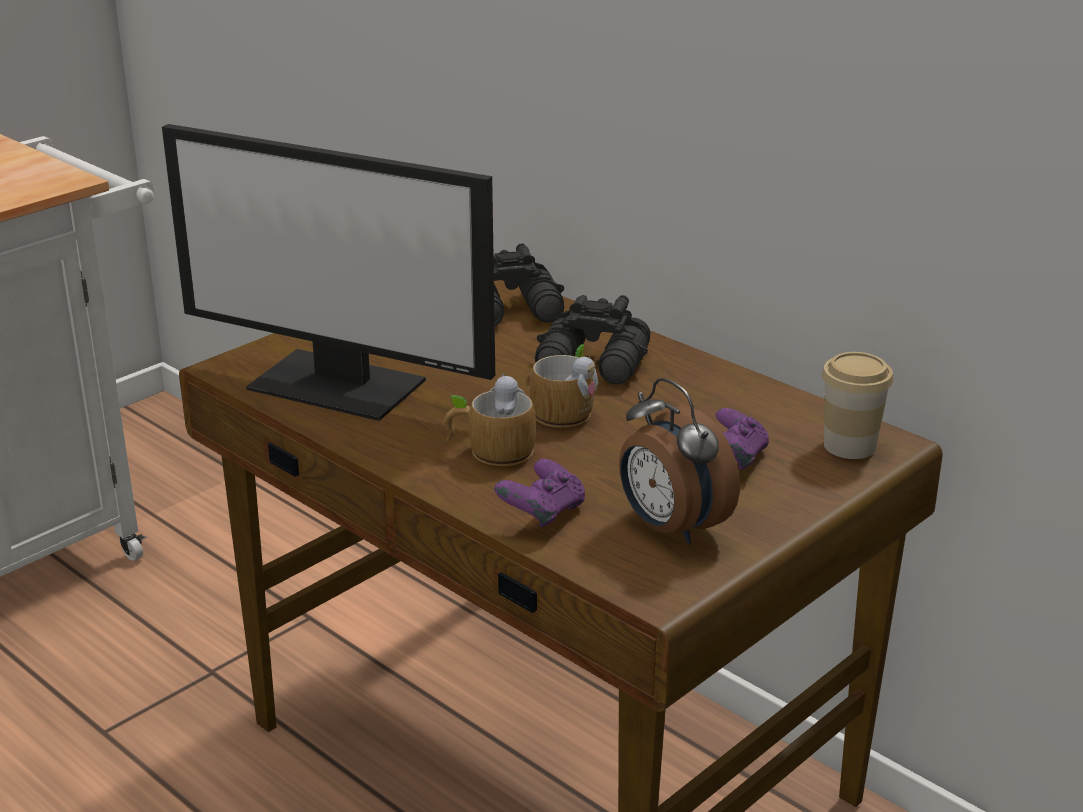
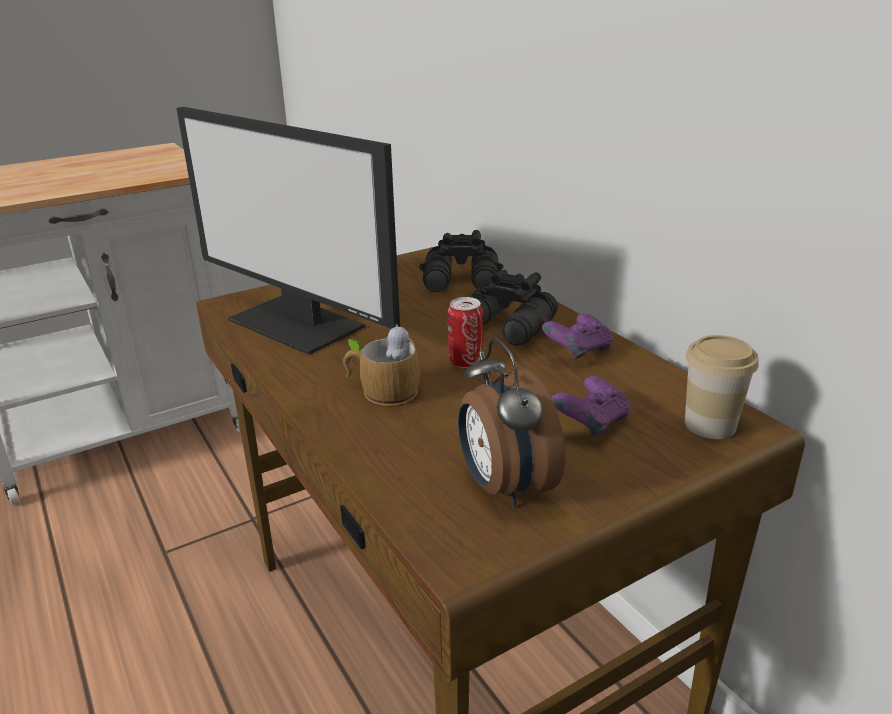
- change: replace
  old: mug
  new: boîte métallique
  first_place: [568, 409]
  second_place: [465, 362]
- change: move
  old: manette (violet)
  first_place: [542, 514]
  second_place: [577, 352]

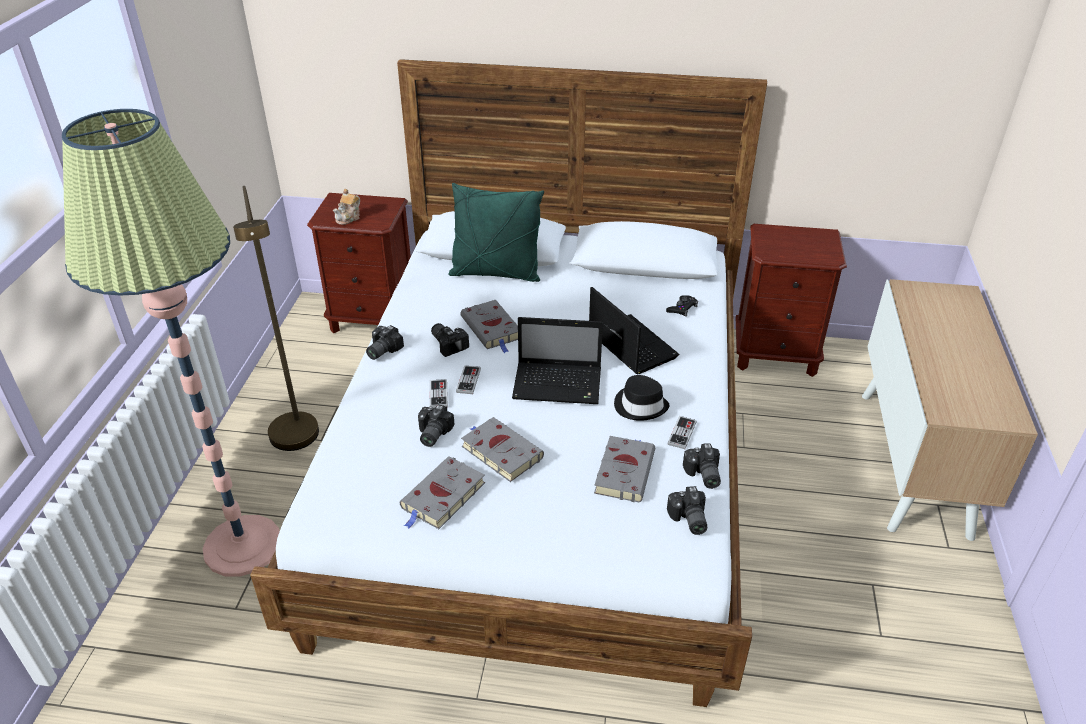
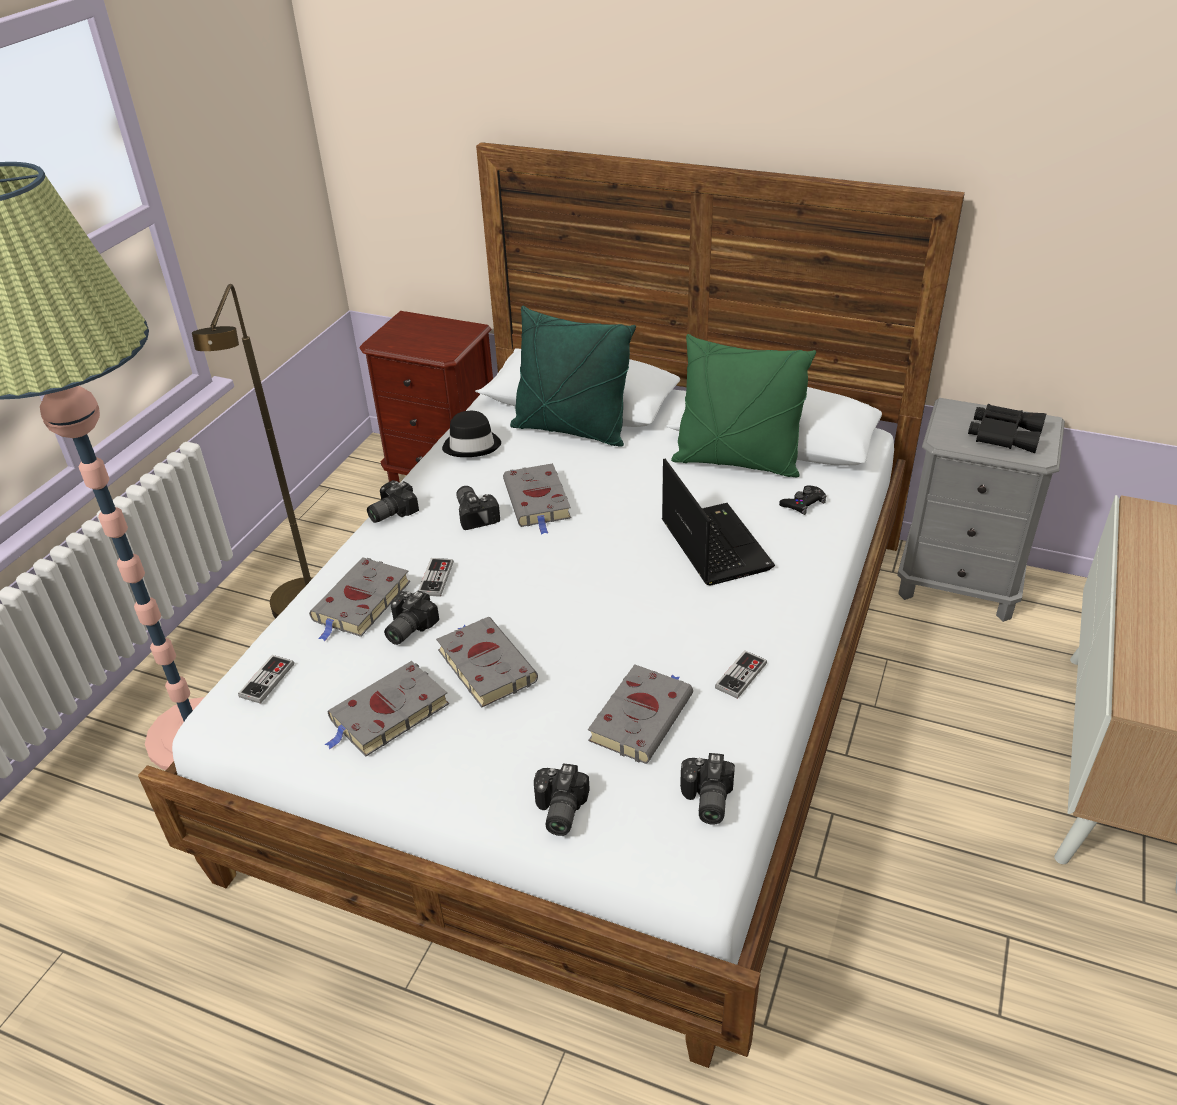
- change: delete
  old: théière
  first_place: [349, 218]
- change: recolor
  old: table de chevet (marron)
  new: table de chevet (gris)
  first_place: [775, 355]
  second_place: [958, 585]
- change: delete
  old: ordinateur portable
  first_place: [559, 384]
- change: move
  old: manette
  first_place: [468, 381]
  second_place: [267, 680]
- change: move
  old: chapeau (noir)
  first_place: [640, 406]
  second_place: [472, 445]
- change: move
  old: appareil photo
  first_place: [702, 475]
  second_place: [557, 811]
- change: insert
  new: coussin (vert)
  second_place: [737, 462]
- change: insert
  new: jumelles (noir)
  second_place: [1003, 434]
- change: insert
  new: livre (gris)
  second_place: [360, 603]

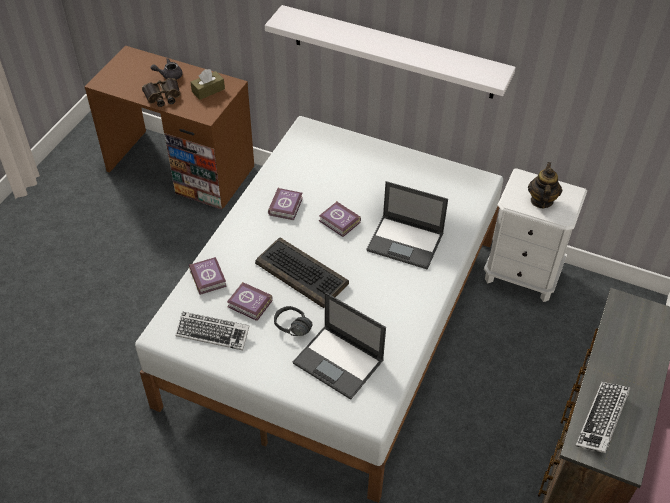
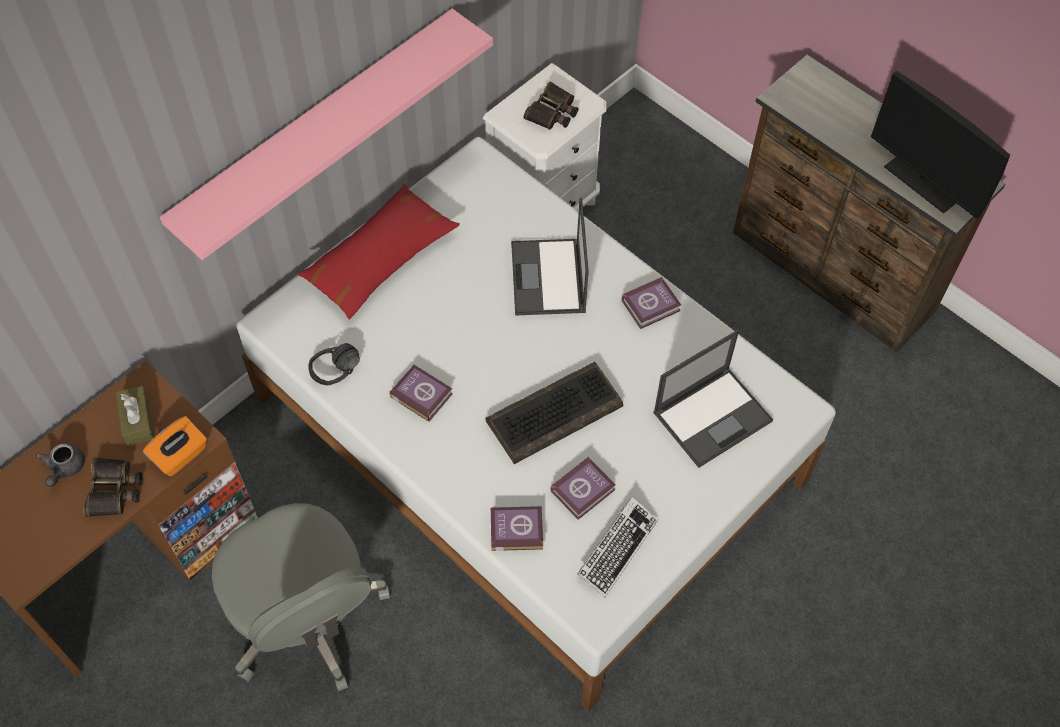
- change: recolor
  old: étagère (blanc)
  new: étagère (rose)
  first_place: [393, 52]
  second_place: [318, 129]
- change: replace
  old: théière
  new: jumelles
  first_place: [541, 201]
  second_place: [553, 112]
- change: rotate
  old: ordinateur portable
  first_place: [406, 242]
  second_place: [548, 279]
  degrees: 135
- change: move
  old: livre
  first_place: [339, 222]
  second_place: [652, 306]
- change: move
  old: casque audio (noir)
  first_place: [289, 330]
  second_place: [340, 375]
- change: replace
  old: clavier
  new: écran d'ordinateur
  first_place: [602, 420]
  second_place: [924, 180]
- change: insert
  new: coussin (rouge)
  second_place: [380, 260]
- change: insert
  new: boîte à mouchoirs (orange)
  second_place: [180, 456]
- change: insert
  new: chaise de bureau (gris)
  second_place: [306, 618]

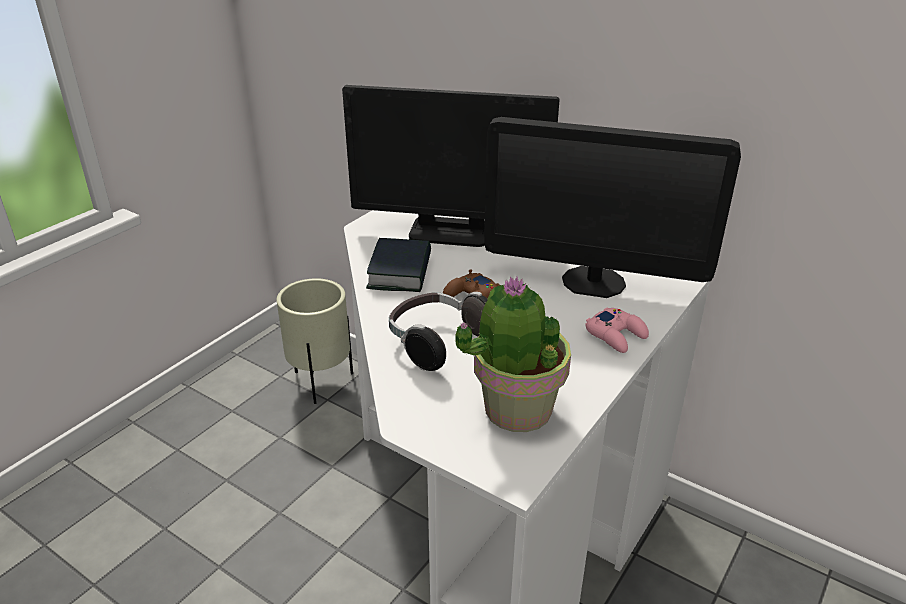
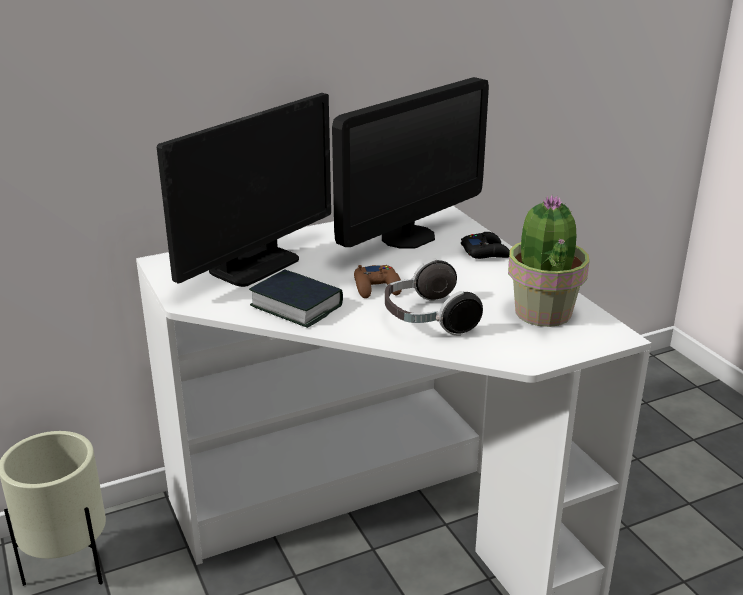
- change: recolor
  old: manette (rose)
  new: manette (noir)
  first_place: [616, 335]
  second_place: [485, 252]

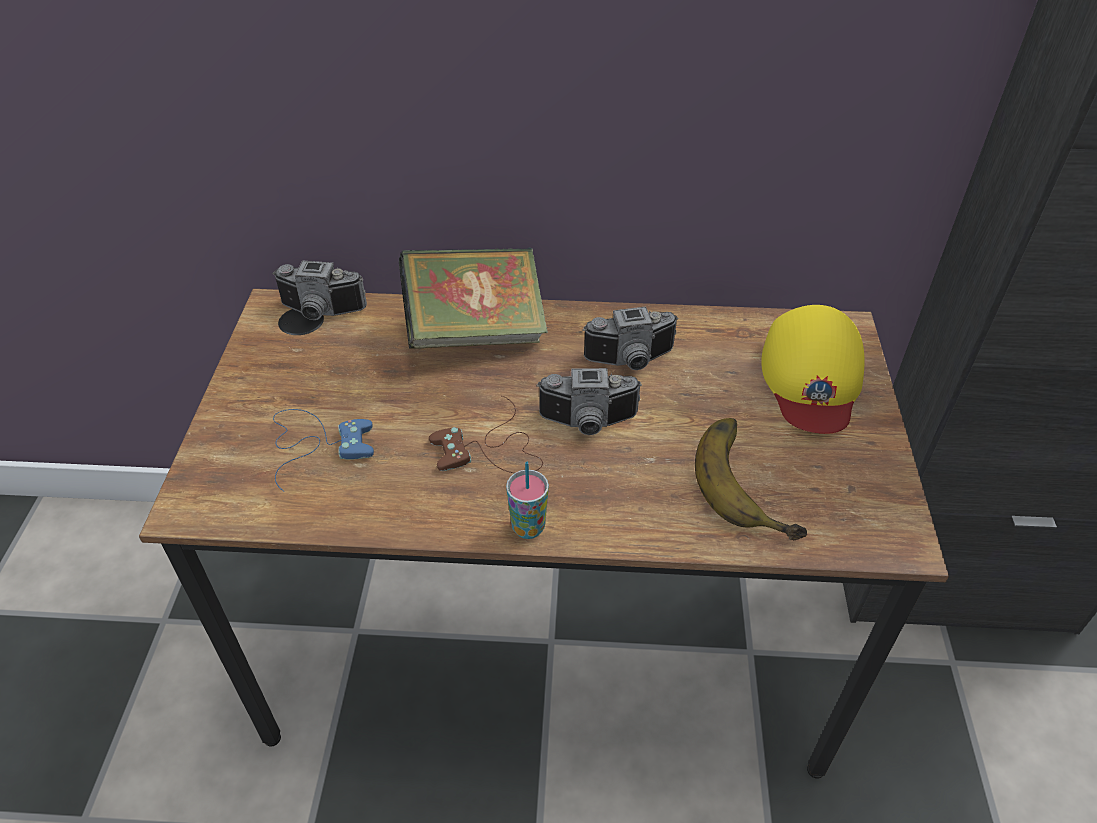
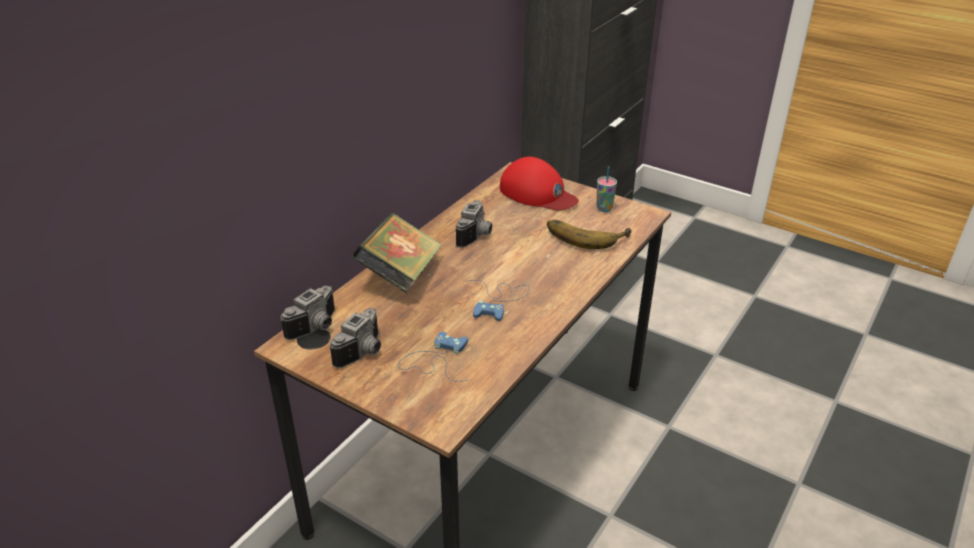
- change: recolor
  old: casquette (jaune)
  new: casquette (rouge)
  first_place: [811, 377]
  second_place: [537, 193]
- change: move
  old: appareil photo
  first_place: [588, 424]
  second_place: [364, 352]
- change: recolor
  old: manette (marron)
  new: manette (bleu)
  first_place: [491, 449]
  second_place: [498, 300]
- change: move
  old: tasse
  first_place: [528, 528]
  second_place: [604, 208]

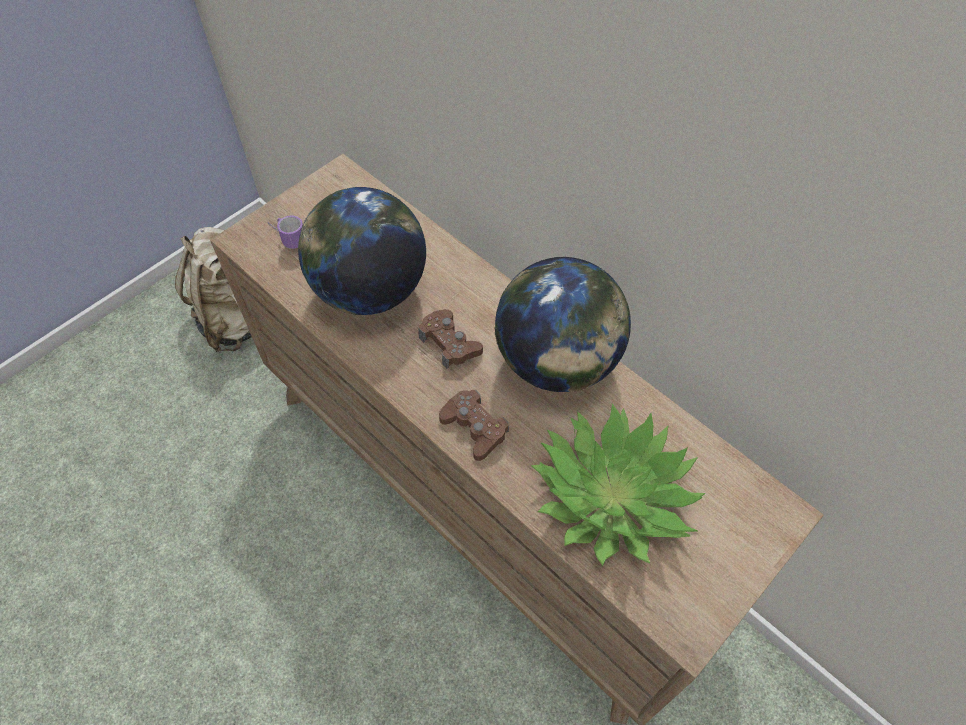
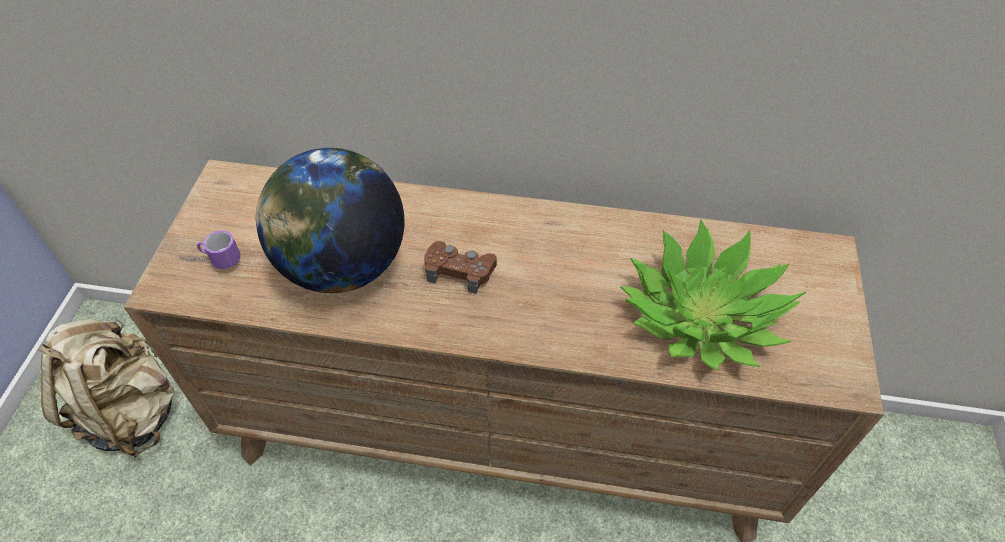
- change: delete
  old: globe
  first_place: [557, 362]
- change: delete
  old: manette (marron)
  first_place: [474, 428]

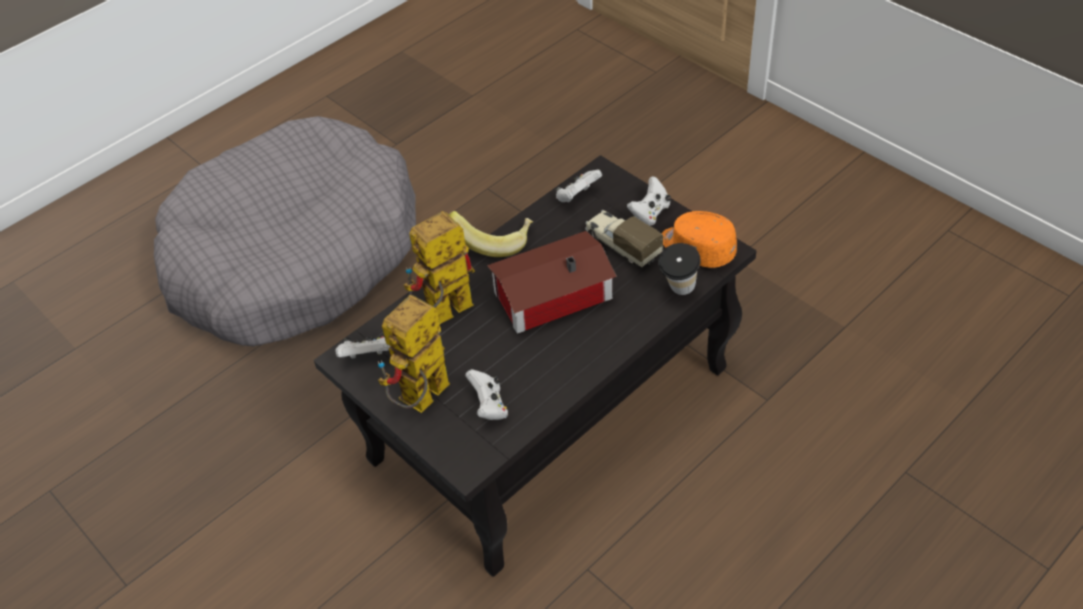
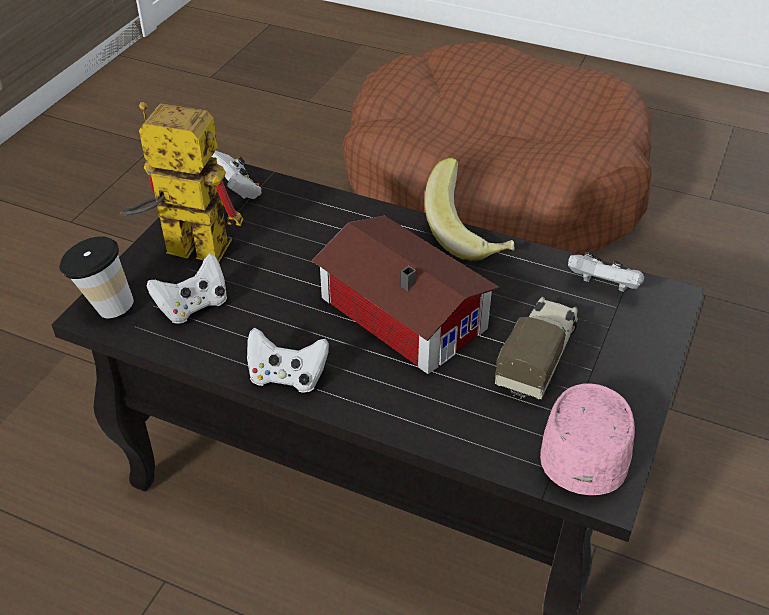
- change: recolor
  old: panier pour chien (gris)
  new: panier pour chien (marron)
  first_place: [294, 256]
  second_place: [493, 183]
- change: move
  old: manette (blanc)
  first_place: [650, 213]
  second_place: [287, 377]
- change: delete
  old: robot jouet
  first_place: [442, 315]
- change: recolor
  old: casquette (orange)
  new: casquette (rose)
  first_place: [697, 248]
  second_place: [585, 447]
- change: move
  old: tasse
  first_place: [678, 291]
  second_place: [105, 307]

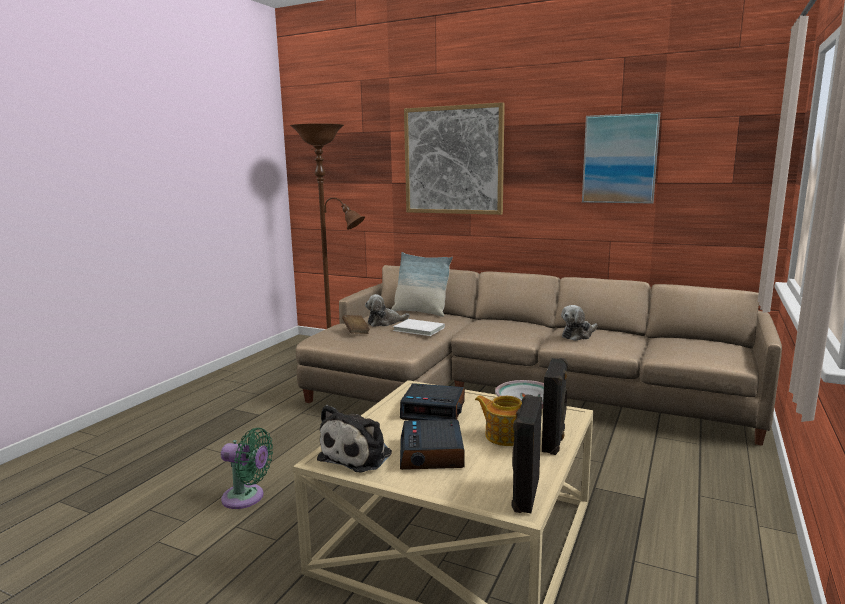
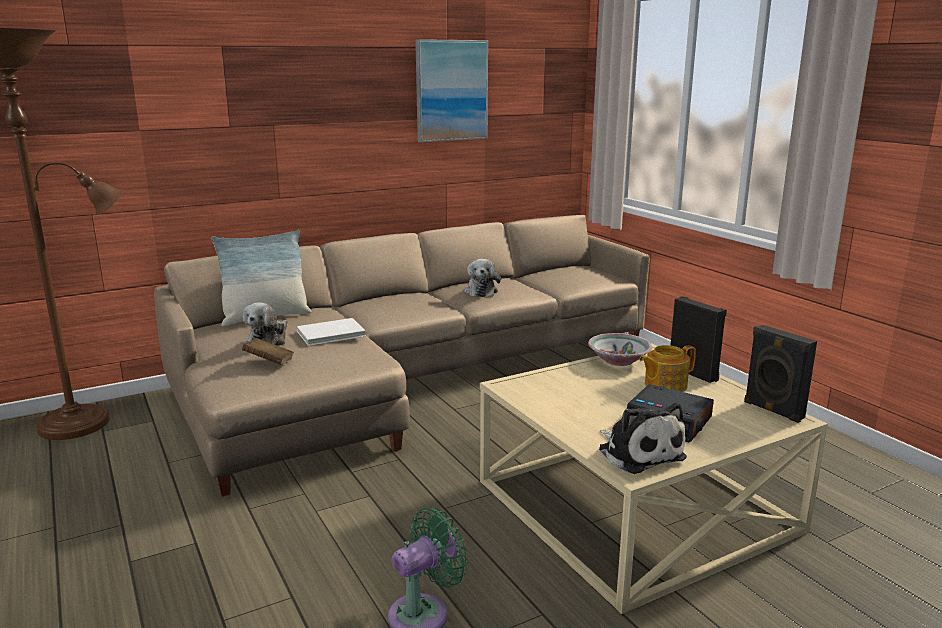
- change: delete
  old: tableau
  first_place: [453, 160]
- change: delete
  old: réveil
  first_place: [434, 410]

